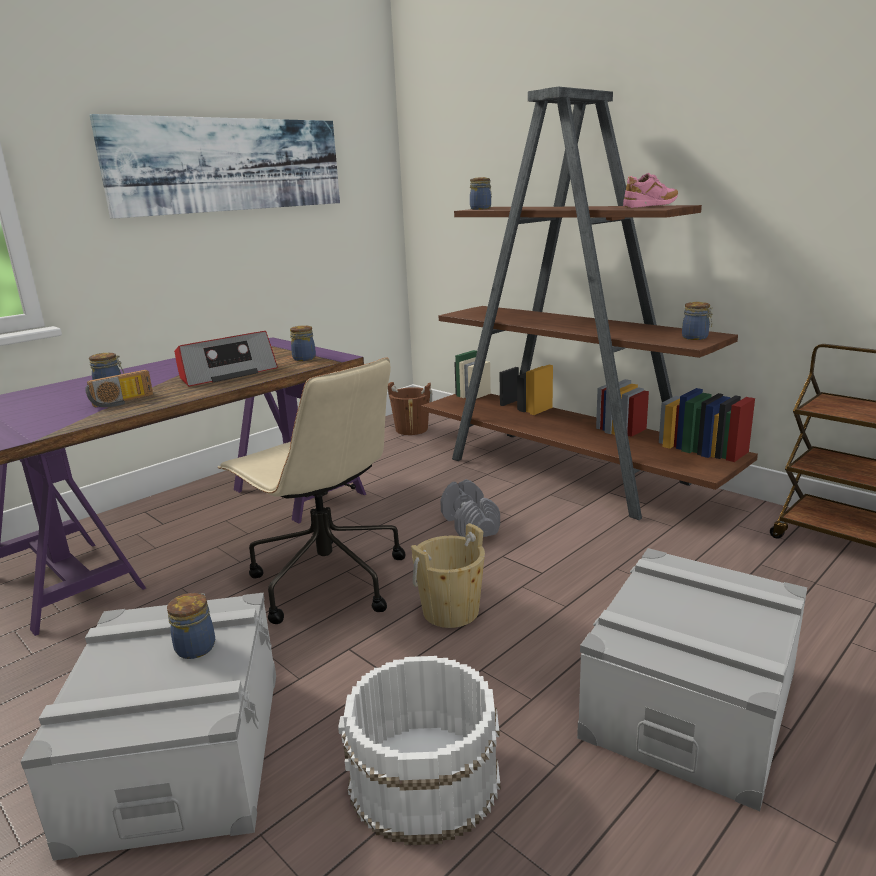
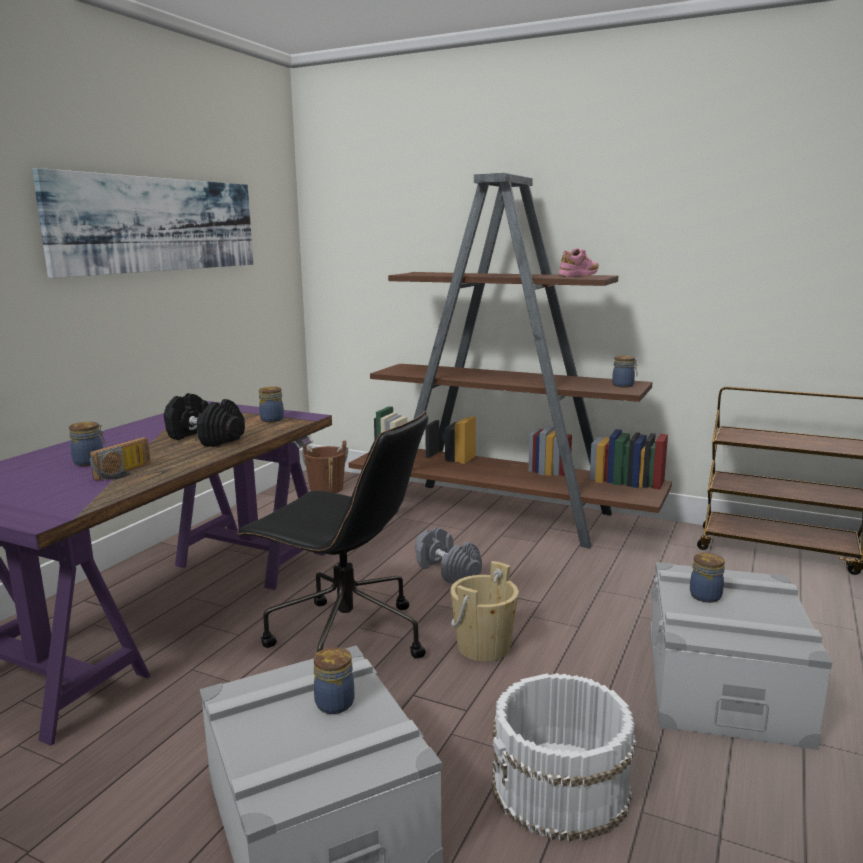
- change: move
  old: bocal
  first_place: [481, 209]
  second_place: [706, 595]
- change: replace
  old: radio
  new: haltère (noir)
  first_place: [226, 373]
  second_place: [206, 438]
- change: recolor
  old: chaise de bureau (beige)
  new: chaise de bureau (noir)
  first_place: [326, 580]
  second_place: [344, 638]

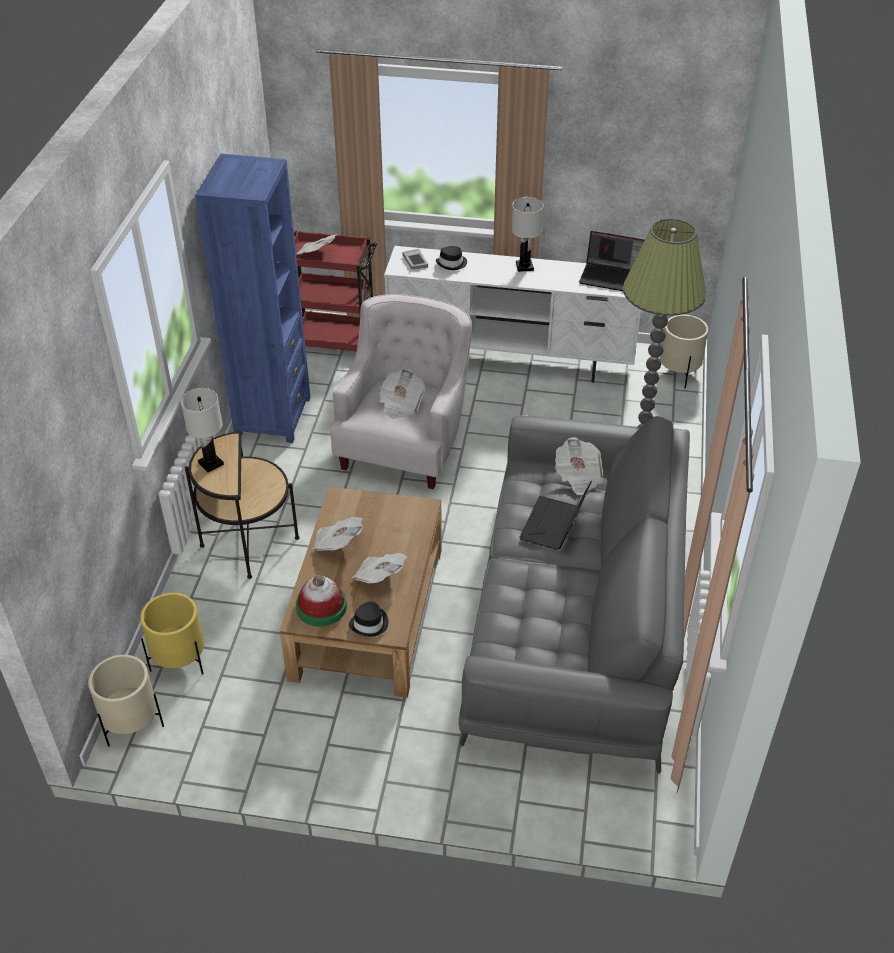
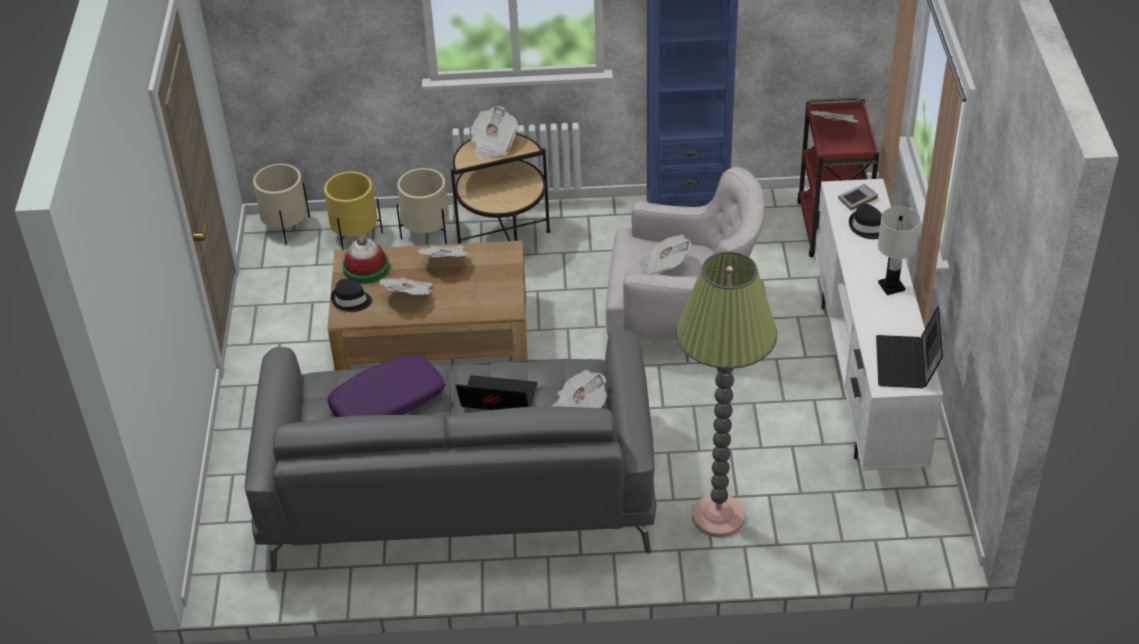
- change: move
  old: cache-pot (beige)
  first_place: [678, 373]
  second_place: [427, 232]
- change: replace
  old: lampe de table (blanc)
  new: journal
  first_place: [211, 463]
  second_place: [493, 144]
- change: insert
  new: coussin (violet)
  second_place: [387, 403]

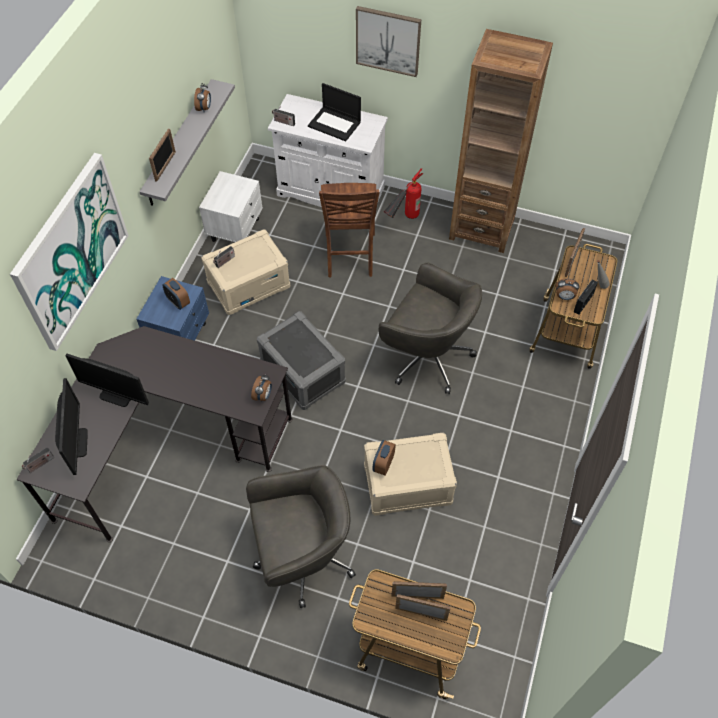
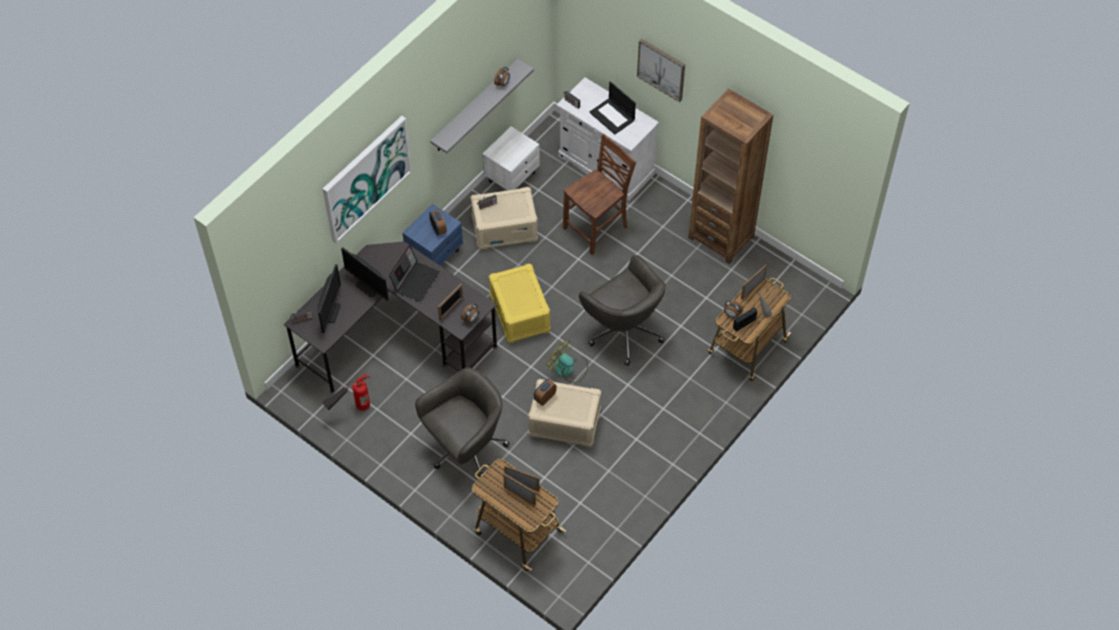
- change: move
  old: cadre photo
  first_place: [165, 166]
  second_place: [451, 309]
- change: move
  old: extincteur
  first_place: [403, 221]
  second_place: [350, 410]
- change: rotate
  old: chaise (marron)
  first_place: [349, 256]
  second_place: [597, 228]
  degrees: -150
- change: recolor
  old: boîte de rangement (gris)
  new: boîte de rangement (jaune)
  first_place: [303, 372]
  second_place: [520, 313]
- change: rotate
  old: chaise de bureau (gris)
  first_place: [302, 556]
  second_place: [465, 447]
  degrees: -45
- change: insert
  new: ordinateur portable
  second_place: [415, 280]
- change: insert
  new: ventilateur
  second_place: [568, 369]

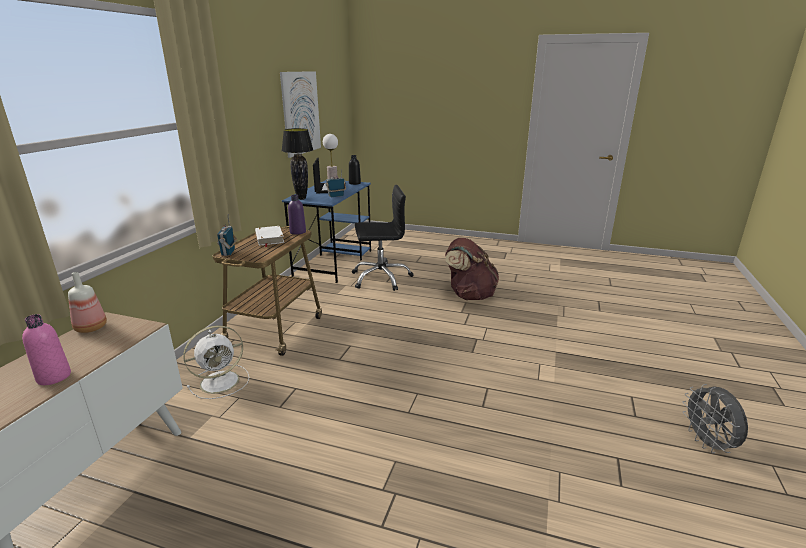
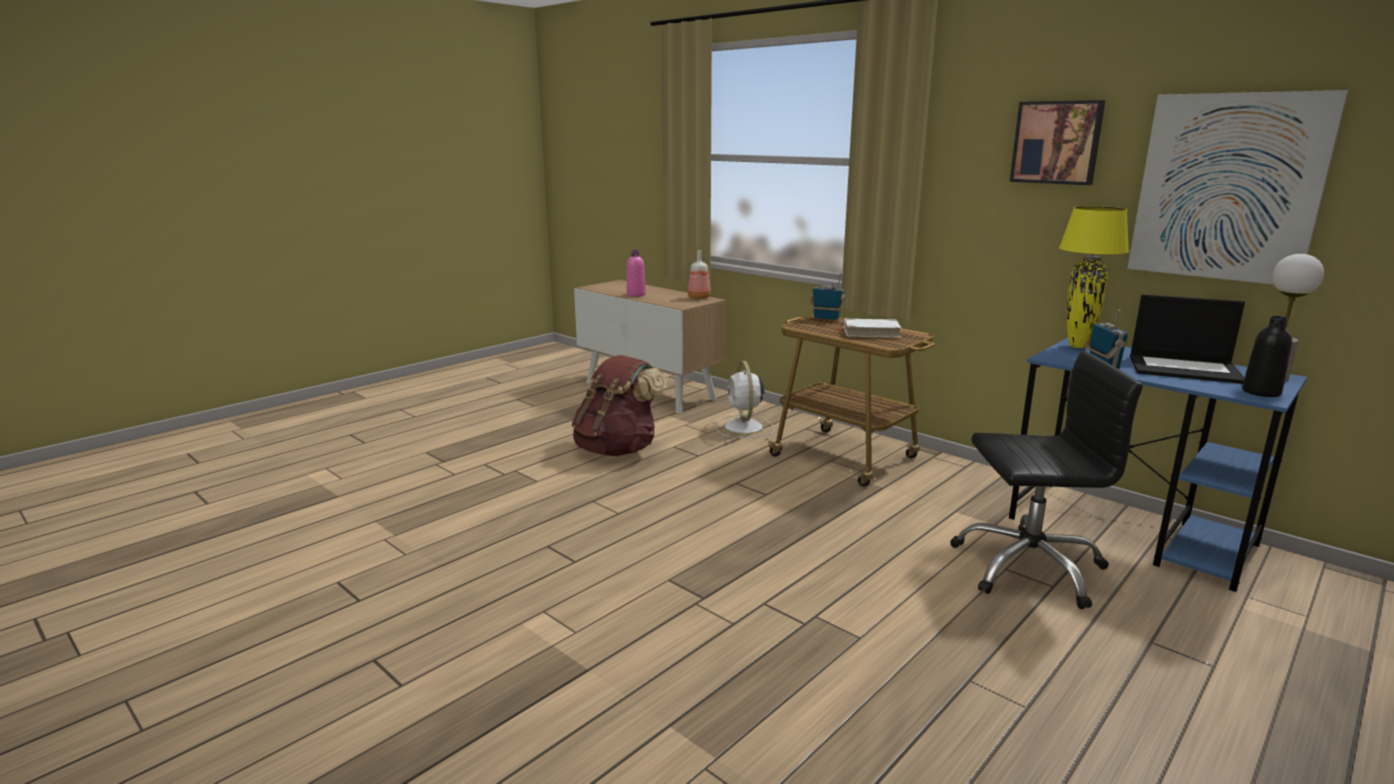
- change: recolor
  old: lampe de table (noir)
  new: lampe de table (jaune)
  first_place: [301, 199]
  second_place: [1077, 346]
- change: rotate
  old: chaise de bureau (noir)
  first_place: [381, 278]
  second_place: [1028, 567]
  degrees: -105
- change: delete
  old: bouteille (violet)
  first_place: [298, 232]
- change: move
  old: sac à dos (marron)
  first_place: [469, 295]
  second_place: [618, 449]
- change: delete
  old: ventilateur (gris)
  first_place: [707, 443]
- change: insert
  new: tableau
  second_place: [1057, 142]

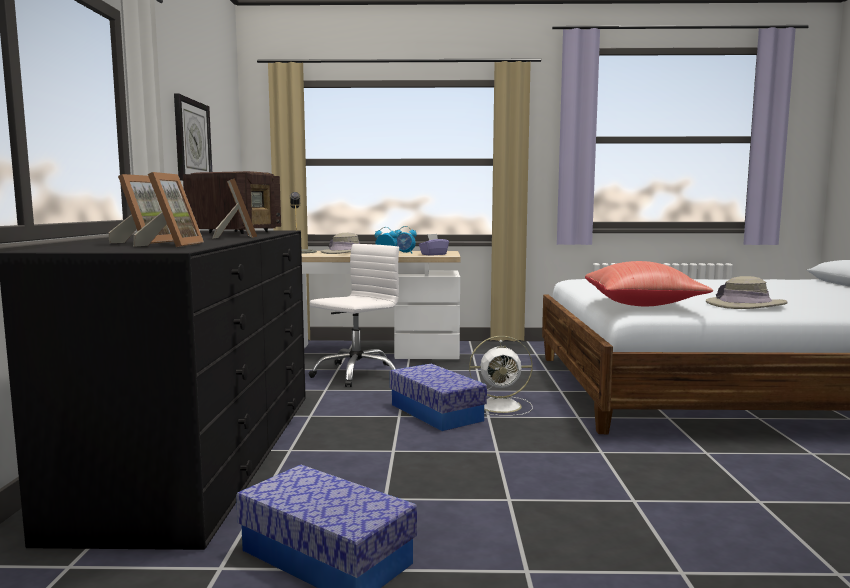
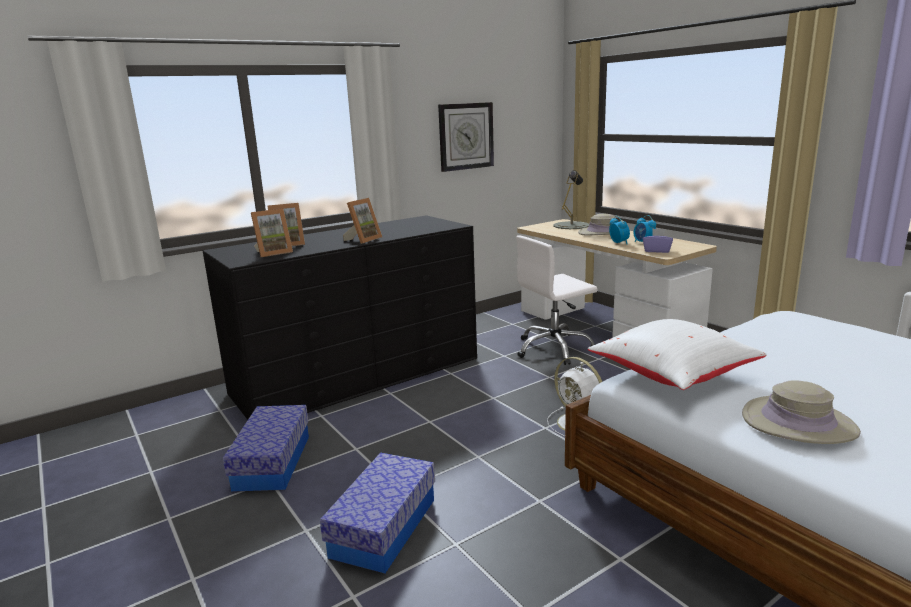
- change: delete
  old: radio
  first_place: [236, 232]
- change: rotate
  old: chaise de bureau (blanc)
  first_place: [356, 374]
  second_place: [554, 349]
  degrees: 150
- change: recolor
  old: coussin (rouge)
  new: coussin (blanc)
  first_place: [642, 305]
  second_place: [674, 376]
- change: move
  old: boîte de rangement
  first_place: [436, 412]
  second_place: [384, 527]

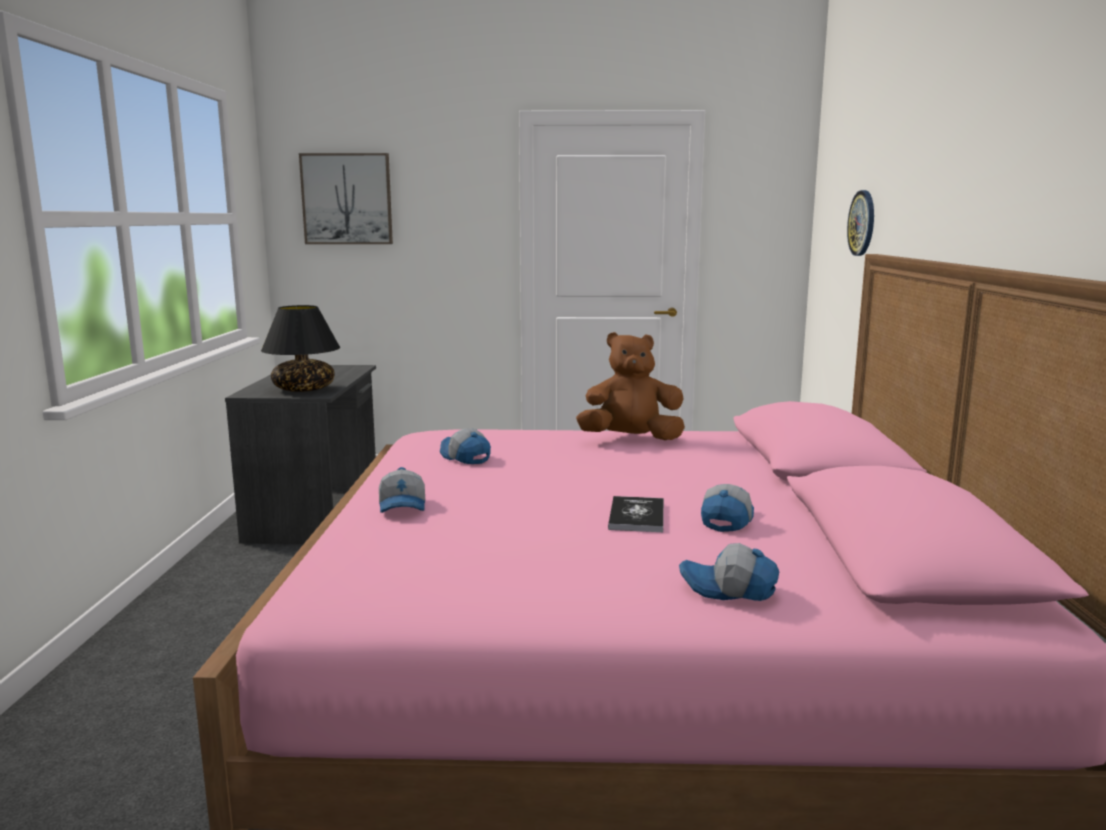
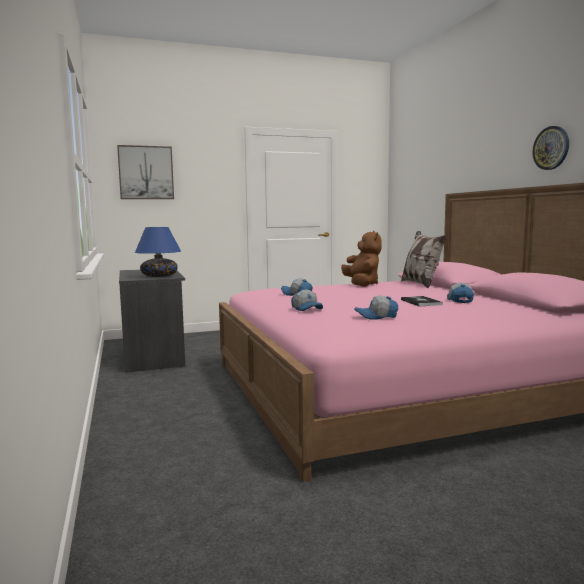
- change: move
  old: horloge murale
  first_place: [862, 223]
  second_place: [551, 148]
- change: recolor
  old: lampe de table (noir)
  new: lampe de table (bleu)
  first_place: [303, 389]
  second_place: [159, 276]
- change: rotate
  old: peluche (marron)
  first_place: [631, 439]
  second_place: [362, 284]
  degrees: 105
- change: move
  old: casquette
  first_place: [728, 589]
  second_place: [376, 317]
- change: insert
  new: coussin
  second_place: [421, 284]

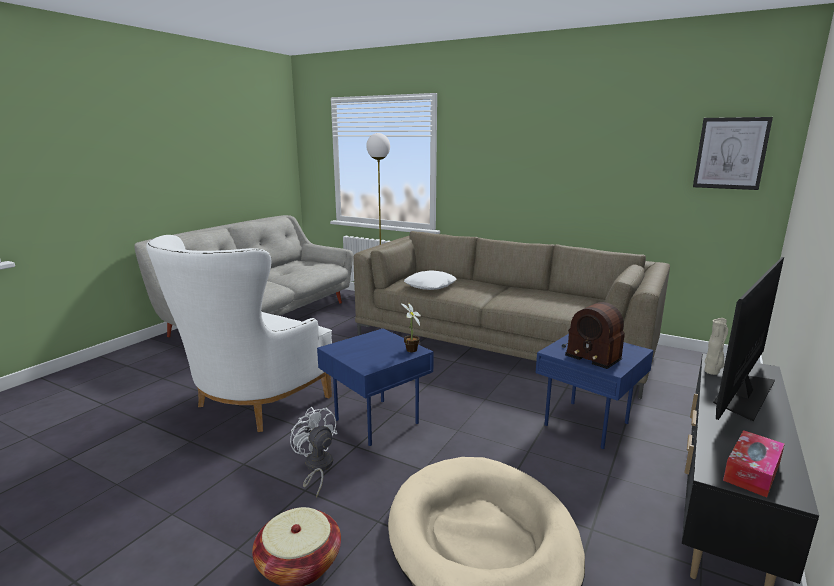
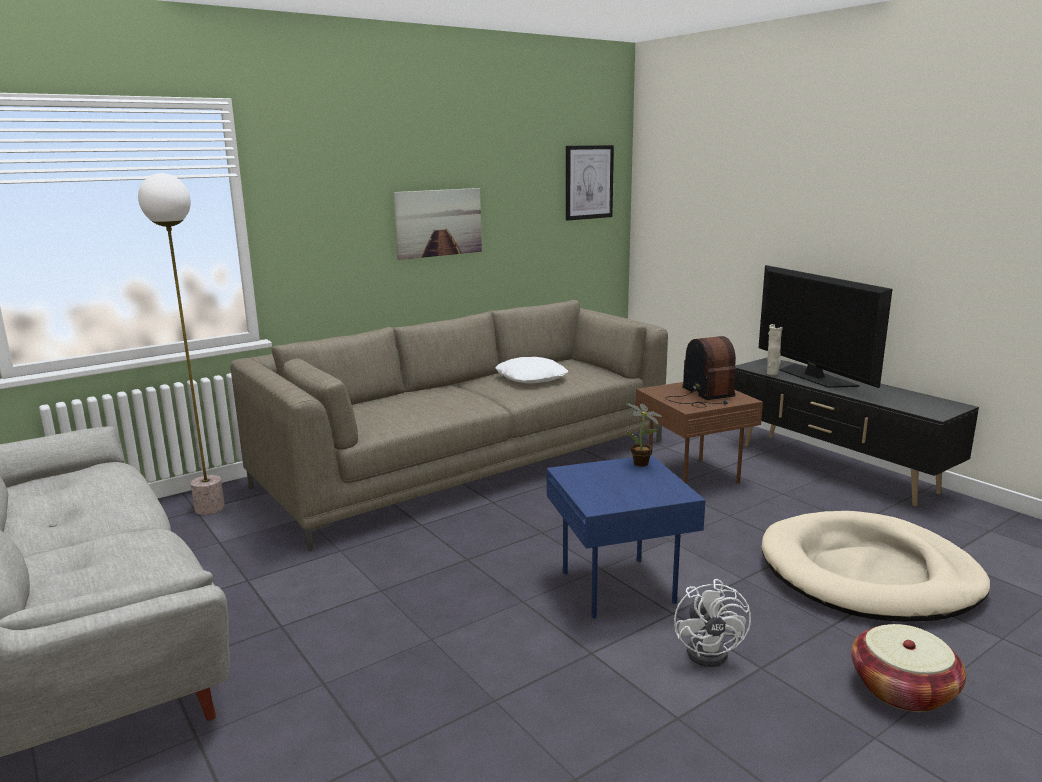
- change: delete
  old: fauteuil (blanc)
  first_place: [250, 405]
- change: move
  old: coussin (blanc)
  first_place: [430, 286]
  second_place: [531, 378]
- change: rotate
  old: radio
  first_place: [591, 353]
  second_place: [702, 397]
  degrees: -90
- change: recolor
  old: table d'appoint (bleu)
  new: table d'appoint (marron)
  first_place: [589, 424]
  second_place: [693, 475]
- change: rotate
  old: ventilateur (blanc)
  first_place: [317, 468]
  second_place: [713, 651]
  degrees: -75
- change: delete
  old: boîte à mouchoirs
  first_place: [752, 471]
- change: insert
  new: tableau
  second_place: [438, 223]

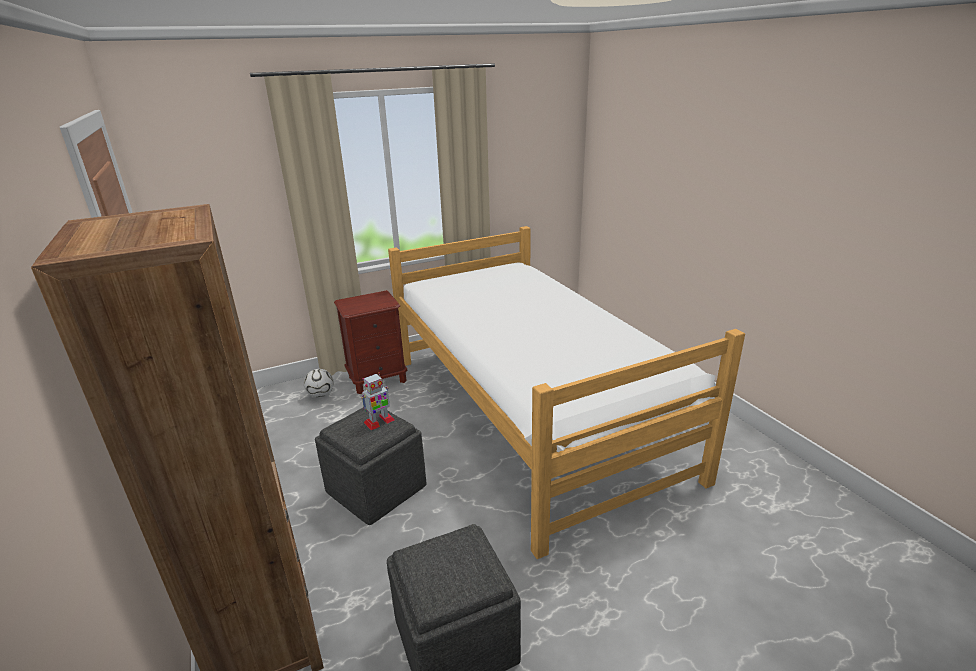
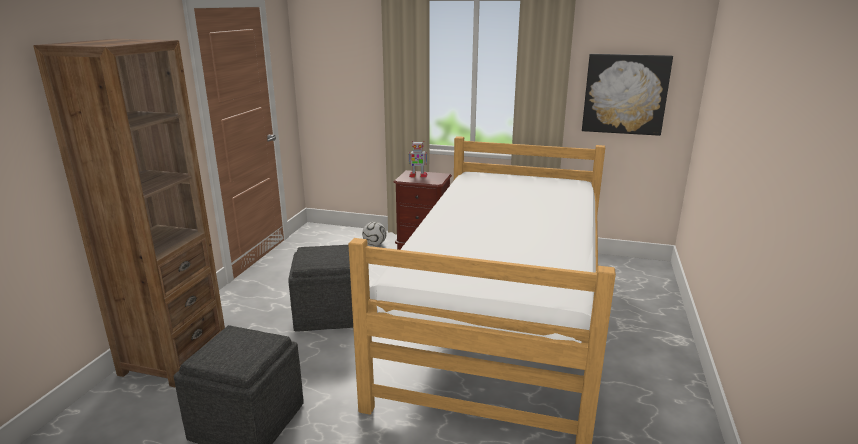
- change: move
  old: robot jouet
  first_place: [379, 421]
  second_place: [418, 175]
- change: insert
  new: tableau
  second_place: [625, 94]

